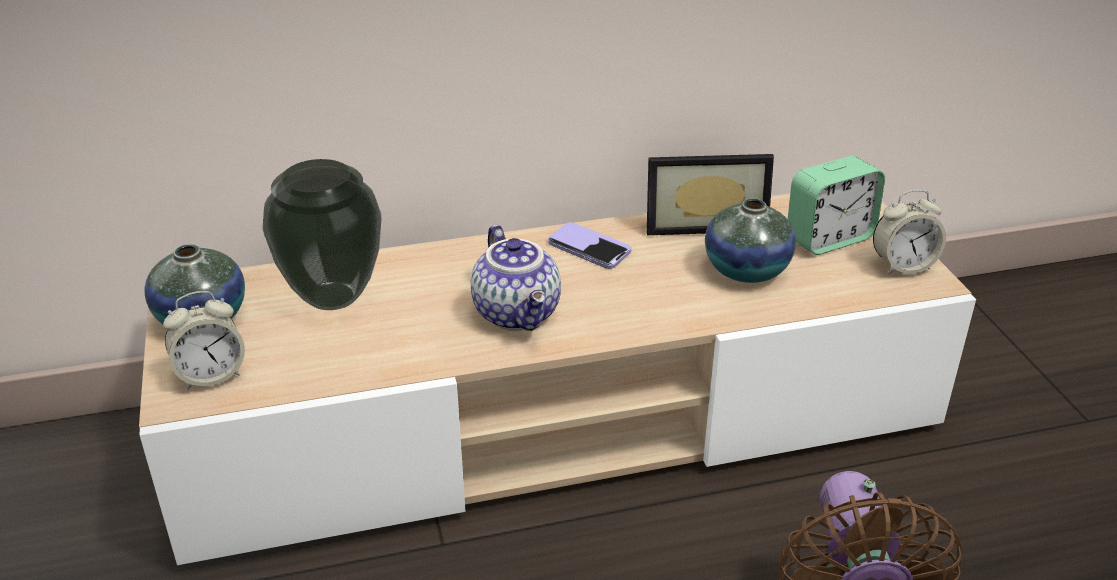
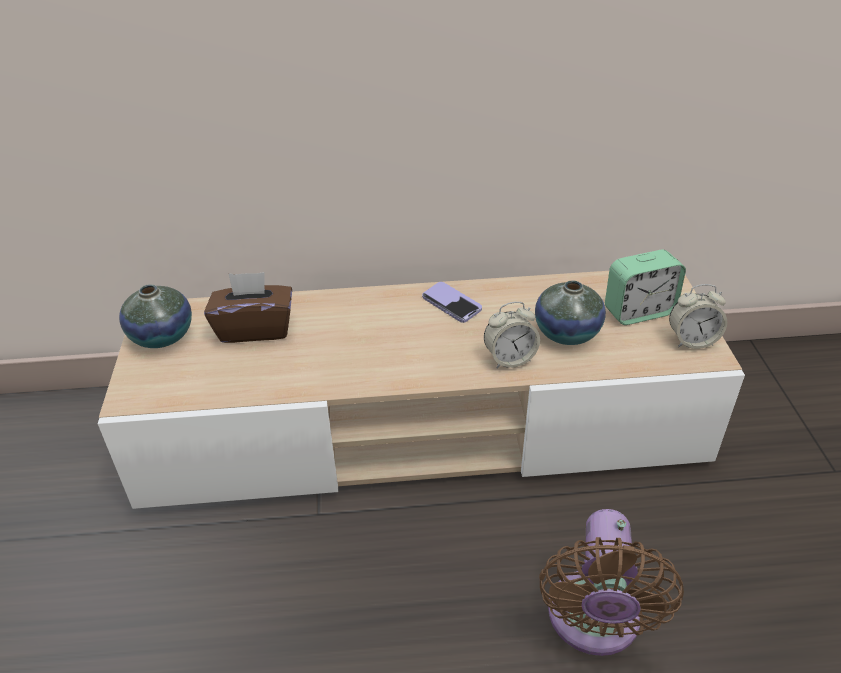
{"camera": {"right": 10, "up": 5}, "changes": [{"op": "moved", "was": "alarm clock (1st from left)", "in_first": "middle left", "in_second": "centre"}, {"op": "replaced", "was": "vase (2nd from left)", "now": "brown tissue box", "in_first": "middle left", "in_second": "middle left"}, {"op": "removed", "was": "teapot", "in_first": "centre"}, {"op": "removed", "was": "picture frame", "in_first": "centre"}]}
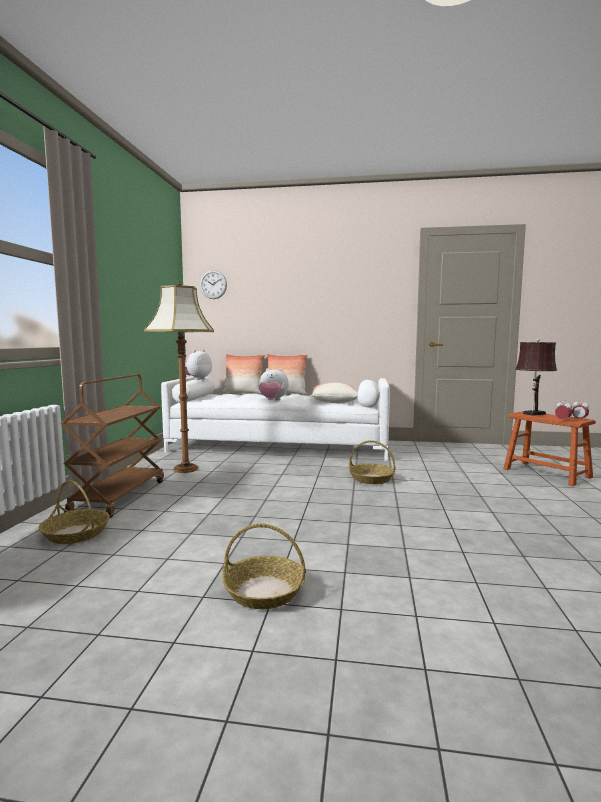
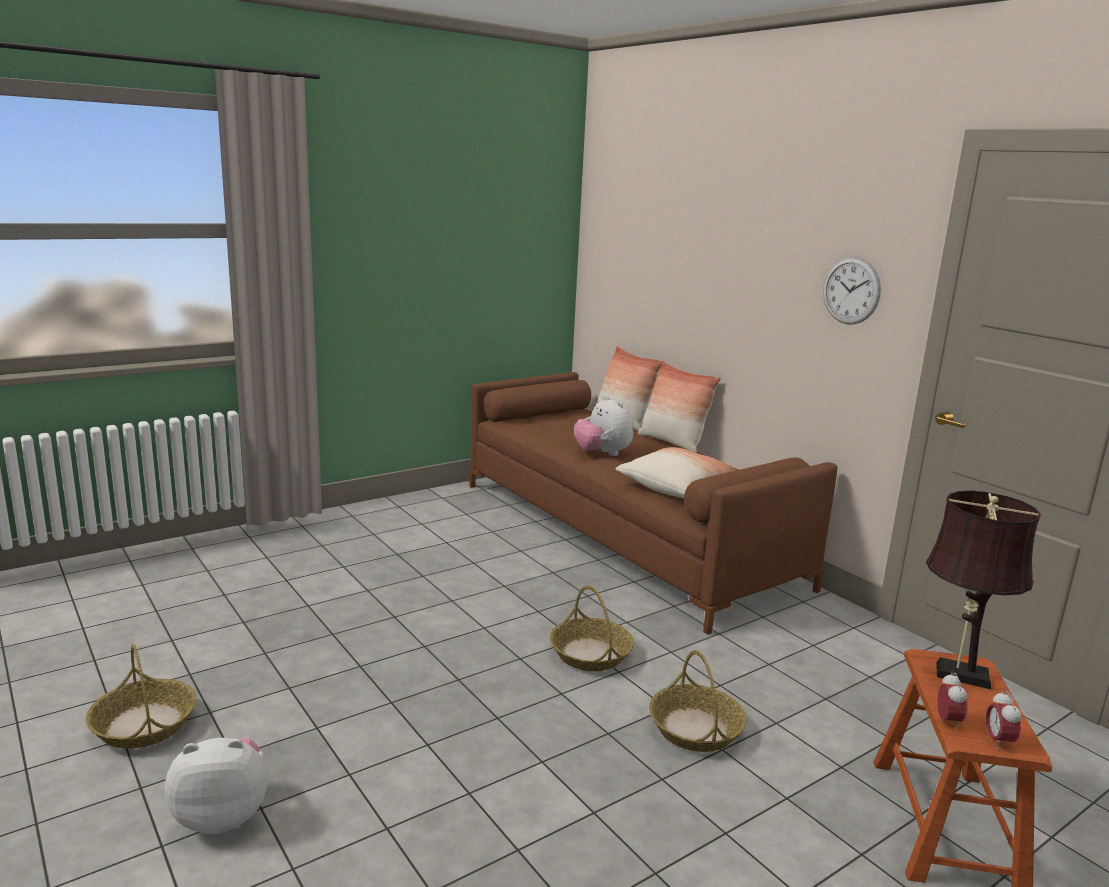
{"camera": {"right": 45, "up": 10}, "changes": [{"op": "moved", "was": "basket (1st from left in the first image)", "now": "basket (3rd from left)", "in_first": "middle left", "in_second": "bottom centre"}, {"op": "removed", "was": "brown cart", "in_first": "middle left"}, {"op": "removed", "was": "floor lamp", "in_first": "middle left"}, {"op": "recoloured", "was": "white sofa", "now": "brown sofa", "in_first": "centre", "in_second": "centre"}, {"op": "moved", "was": "plush toy (1st from left)", "in_first": "middle left", "in_second": "bottom left"}, {"op": "moved", "was": "wall clock", "in_first": "centre", "in_second": "top right"}]}
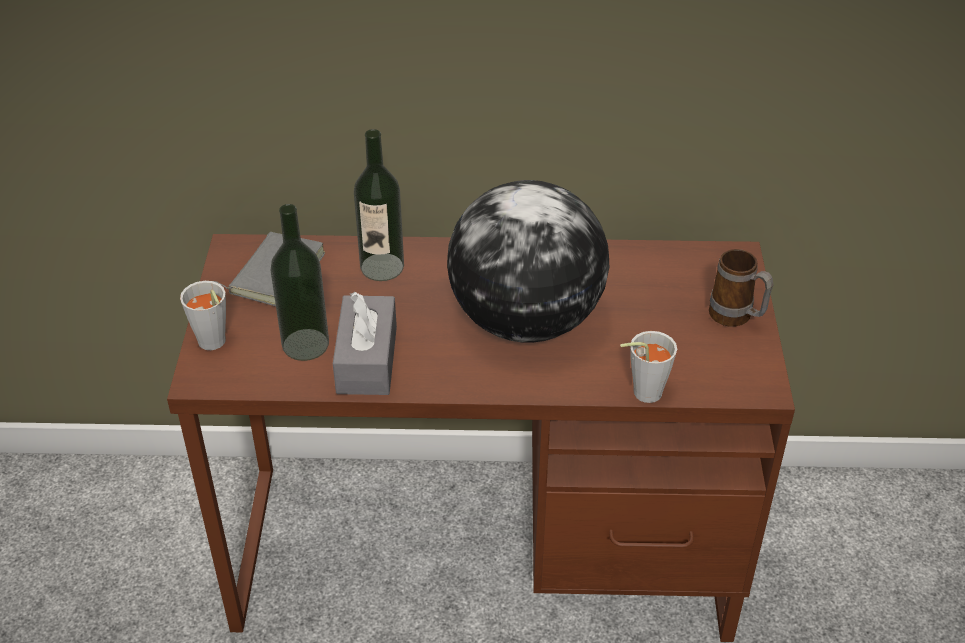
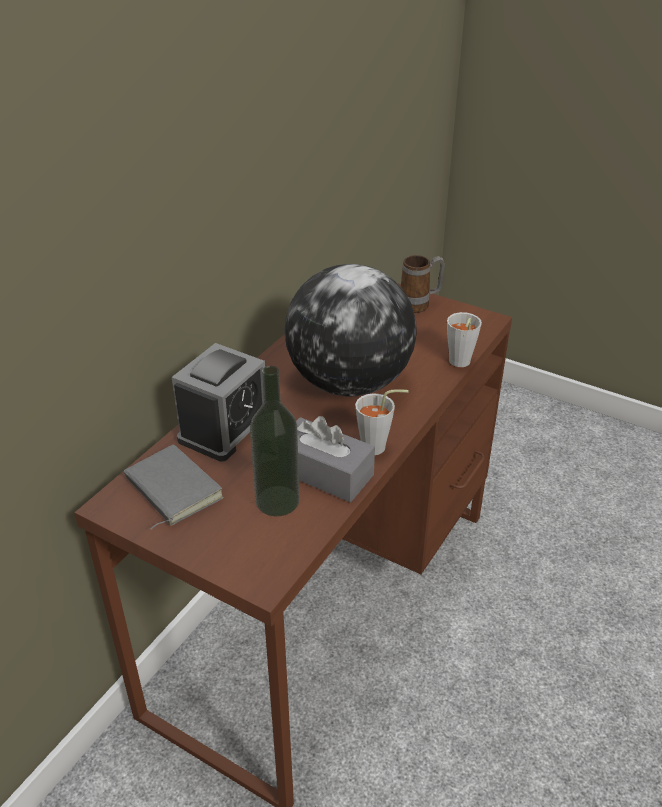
{"camera": {"right": -60, "up": -5}, "changes": [{"op": "moved", "was": "grey cup (1st from left)", "in_first": "middle left", "in_second": "centre"}, {"op": "replaced", "was": "bottle (2nd from left)", "now": "alarm clock", "in_first": "top centre", "in_second": "middle left"}]}
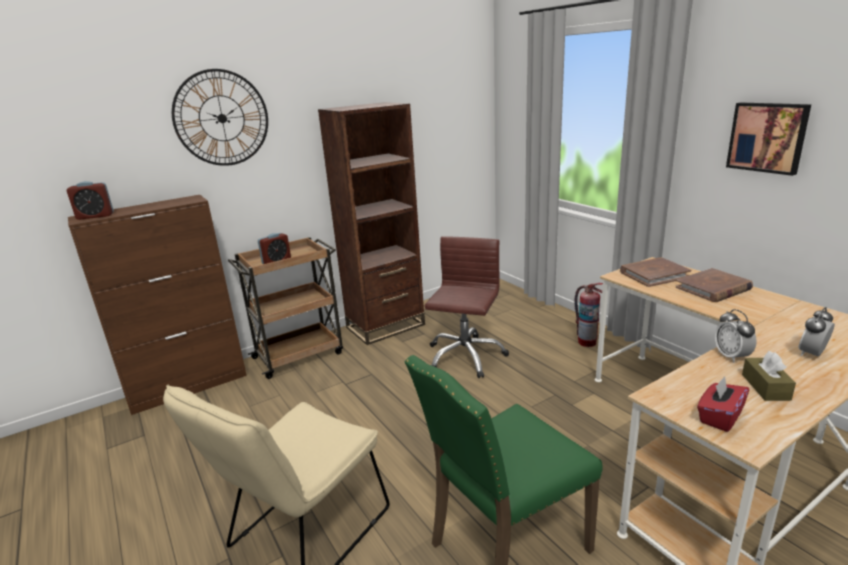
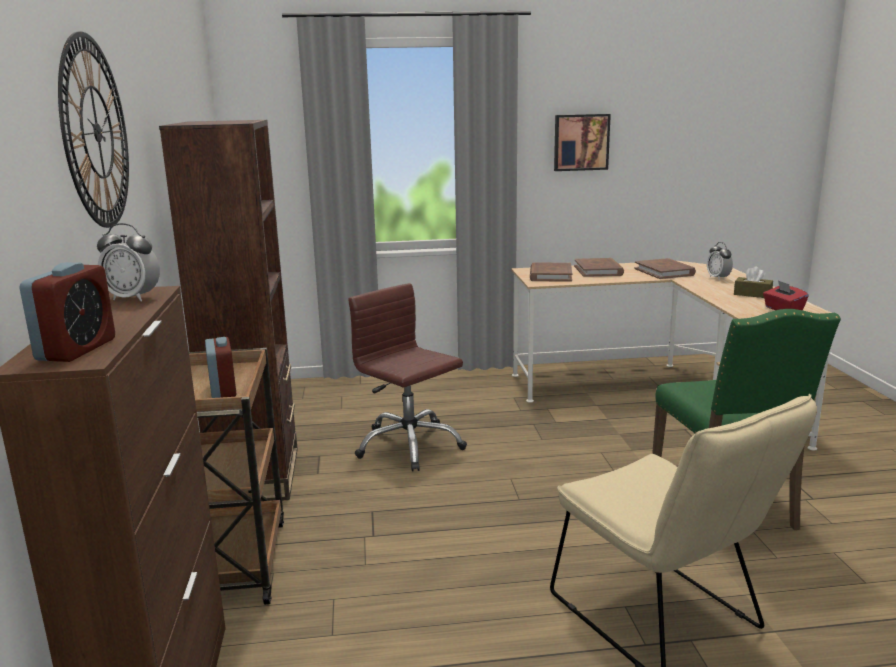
{"camera": {"right": -65, "up": -5}, "changes": [{"op": "removed", "was": "fire extinguisher", "in_first": "middle right"}, {"op": "moved", "was": "alarm clock (3rd from left in the first image)", "now": "alarm clock (2nd from left)", "in_first": "middle right", "in_second": "middle left"}, {"op": "added", "now": "brown book (3rd from left)", "in_second": "middle right"}]}
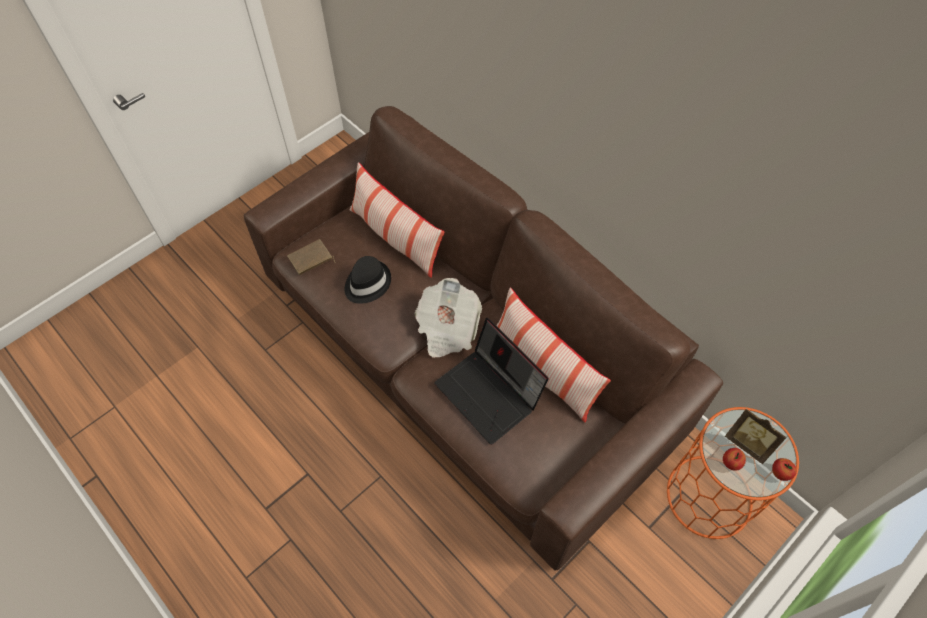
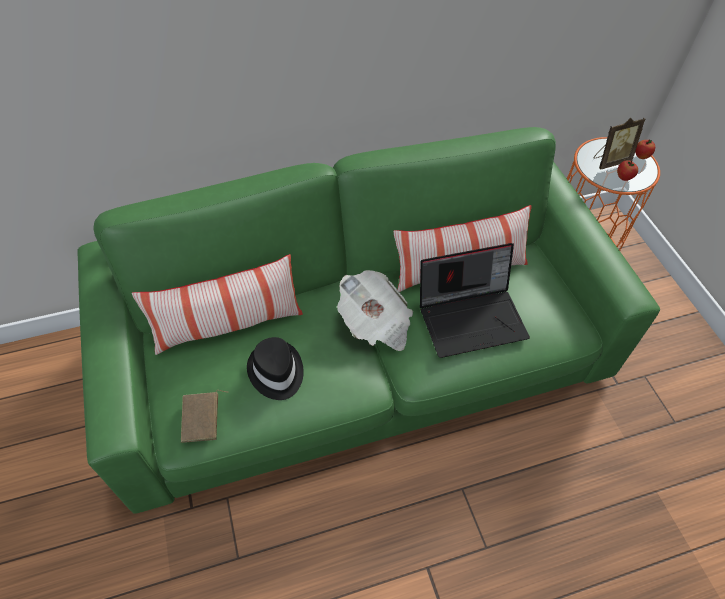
{"camera": {"right": -65, "up": -5}, "changes": [{"op": "recoloured", "was": "brown sofa", "now": "green sofa", "in_first": "centre", "in_second": "centre"}]}
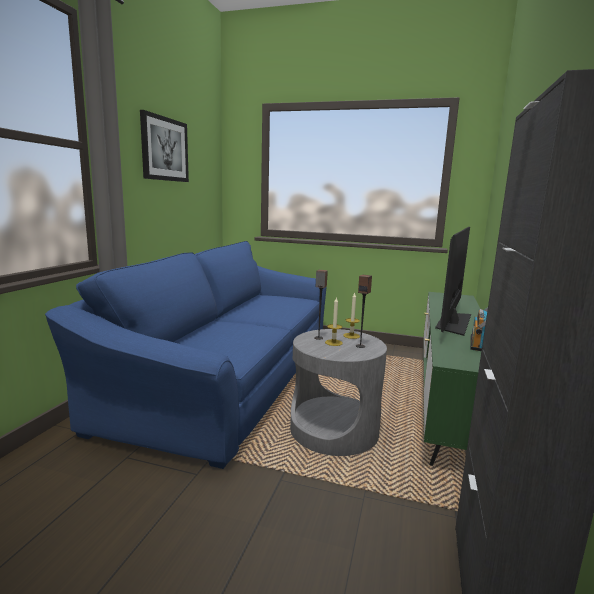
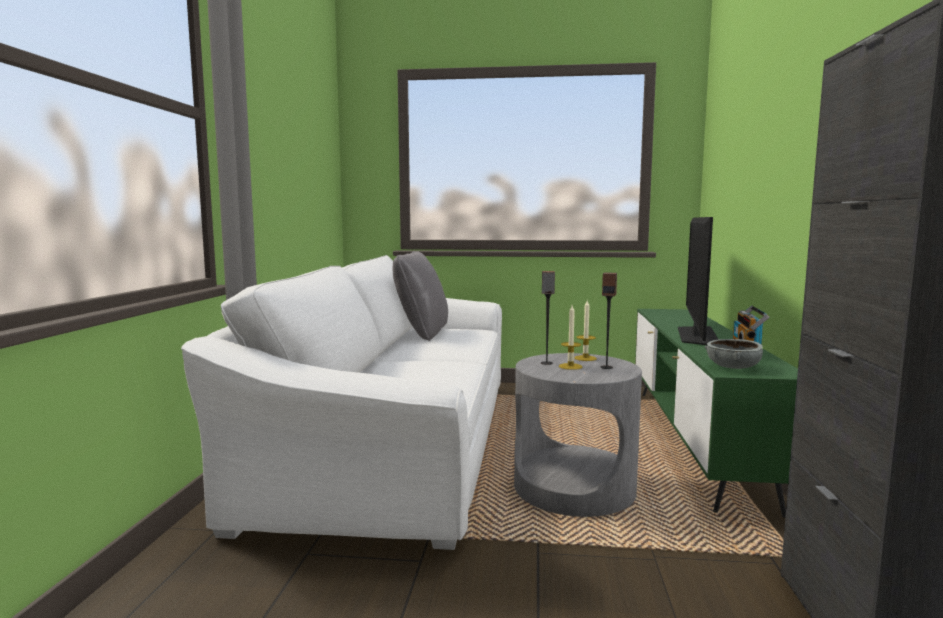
{"camera": {"right": -10, "up": -5}, "changes": [{"op": "recoloured", "was": "blue sofa", "now": "white sofa", "in_first": "middle left", "in_second": "centre"}, {"op": "removed", "was": "picture", "in_first": "top left"}, {"op": "added", "now": "grey pillow", "in_second": "centre"}, {"op": "added", "now": "grey bowl", "in_second": "middle right"}]}
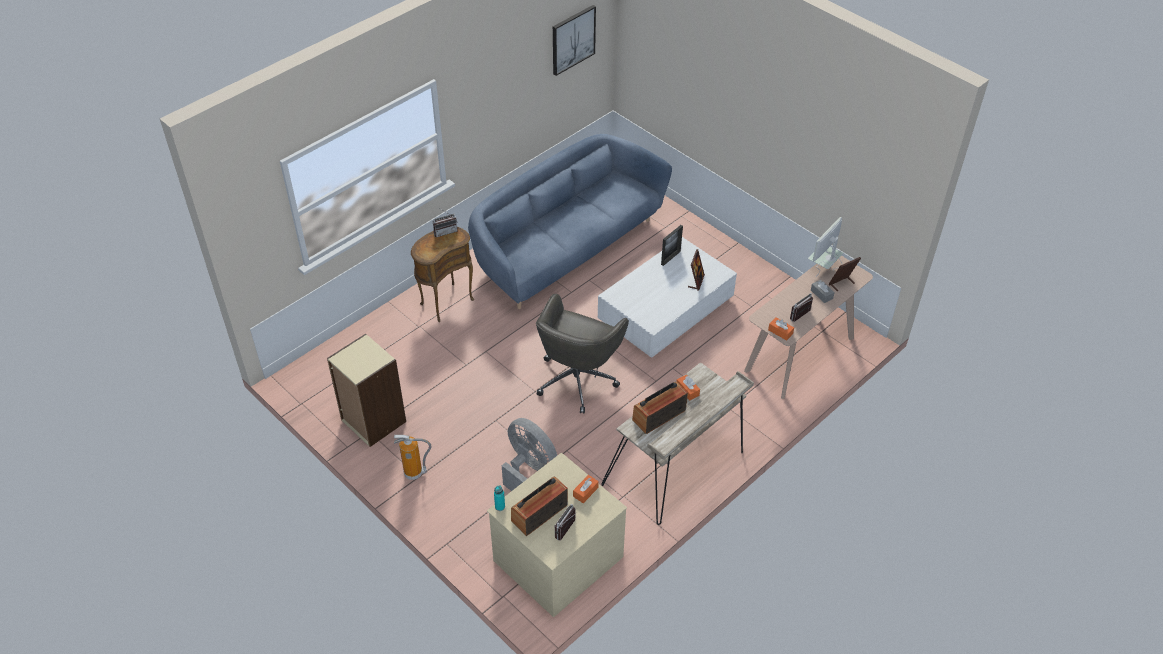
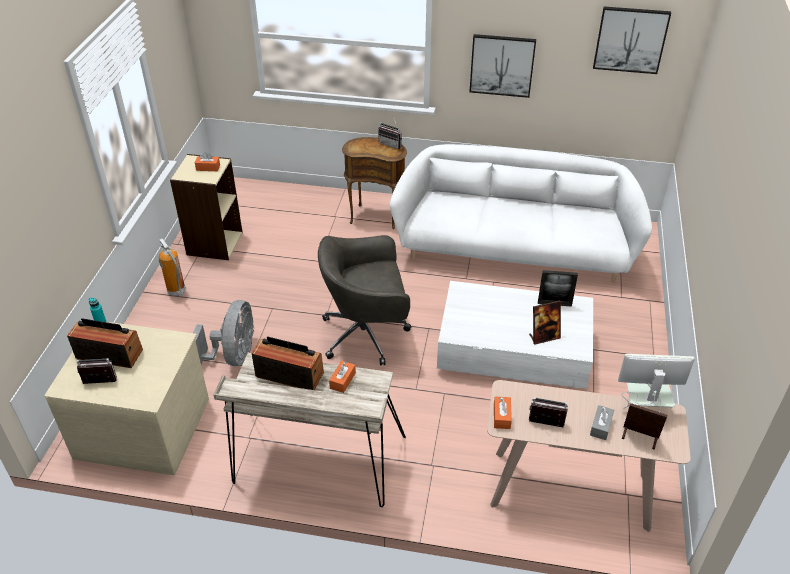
{"camera": {"right": 55, "up": -5}, "changes": [{"op": "recoloured", "was": "blue sofa", "now": "white sofa", "in_first": "centre", "in_second": "centre"}, {"op": "moved", "was": "orange tissue box (1st from left)", "in_first": "bottom centre", "in_second": "top left"}, {"op": "added", "now": "picture (1st from left)", "in_second": "top centre"}]}
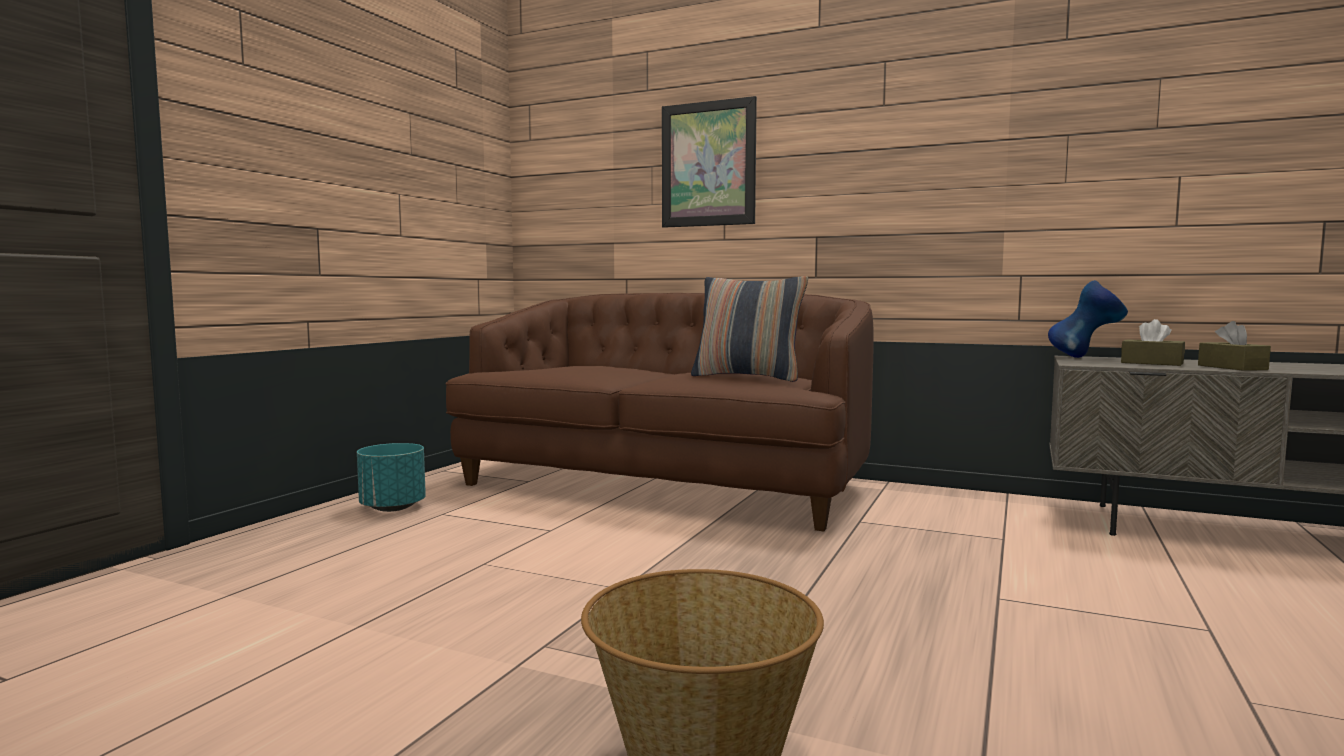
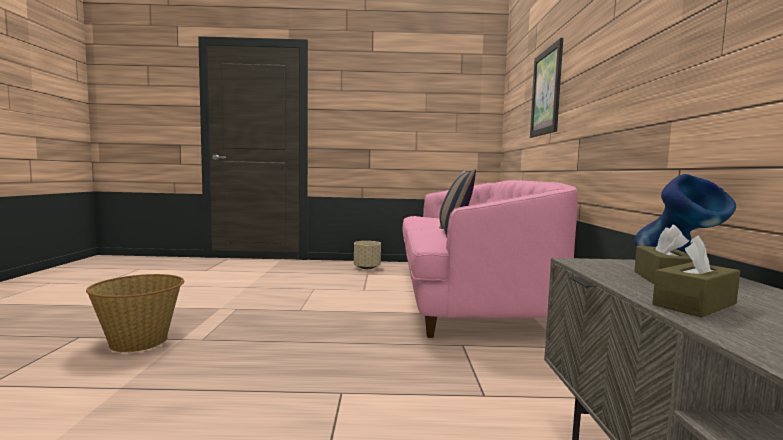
{"camera": {"right": 65, "up": 0}, "changes": [{"op": "recoloured", "was": "turquoise planter", "now": "beige planter", "in_first": "middle left", "in_second": "centre"}, {"op": "recoloured", "was": "brown sofa", "now": "pink sofa", "in_first": "centre", "in_second": "centre"}]}
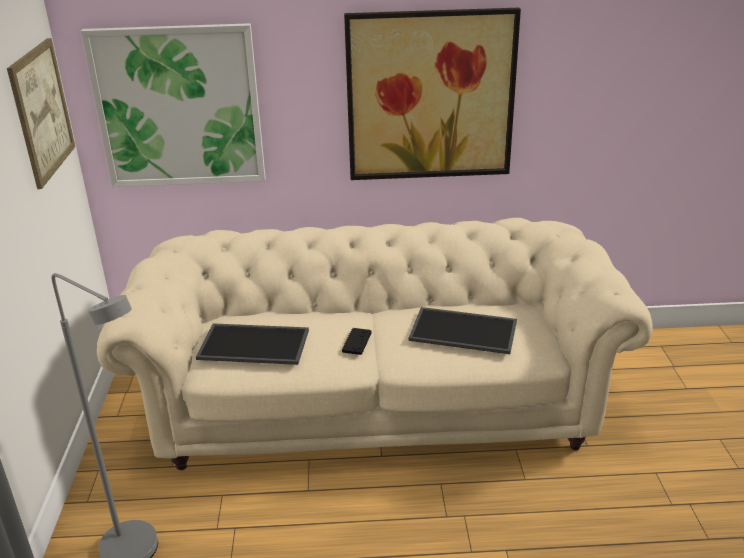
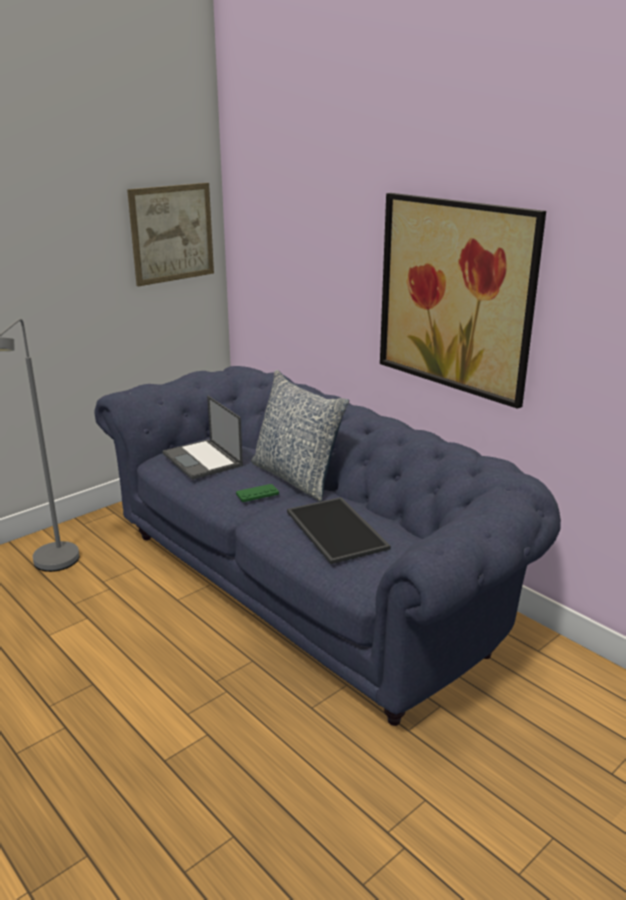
{"camera": {"right": 50, "up": -5}, "changes": [{"op": "removed", "was": "picture (2nd from left)", "in_first": "top left"}, {"op": "recoloured", "was": "beige sofa", "now": "blue sofa", "in_first": "centre", "in_second": "centre"}, {"op": "replaced", "was": "tray (1st from left)", "now": "laptop", "in_first": "centre", "in_second": "middle left"}, {"op": "recoloured", "was": "black game controller", "now": "green game controller", "in_first": "centre", "in_second": "centre"}, {"op": "added", "now": "pillow", "in_second": "centre"}]}
